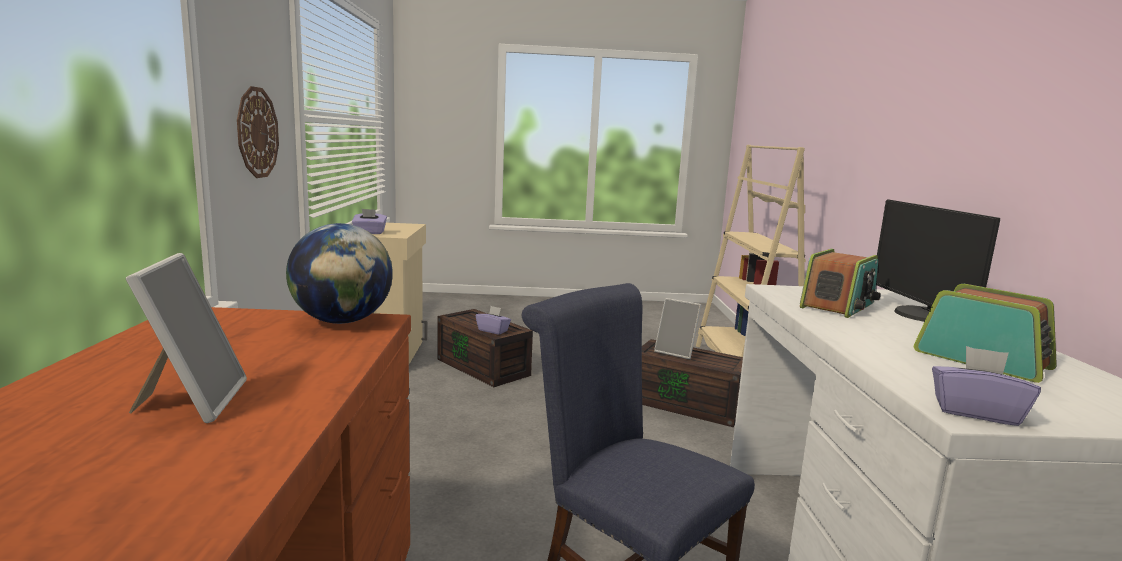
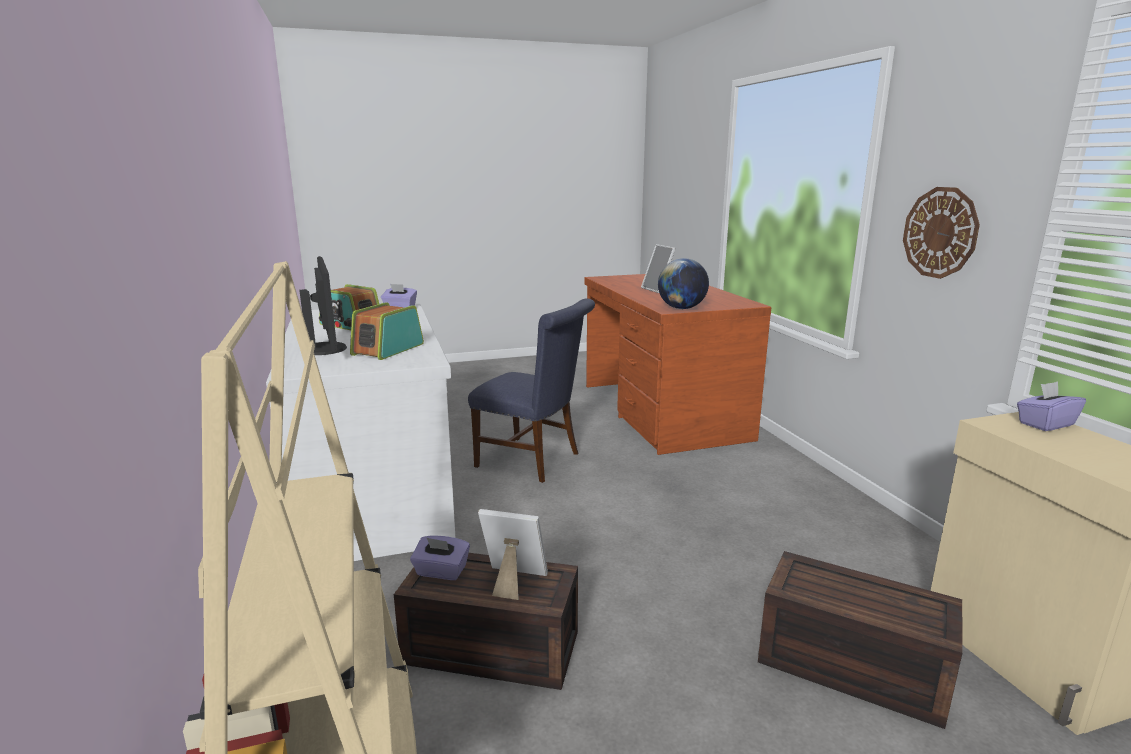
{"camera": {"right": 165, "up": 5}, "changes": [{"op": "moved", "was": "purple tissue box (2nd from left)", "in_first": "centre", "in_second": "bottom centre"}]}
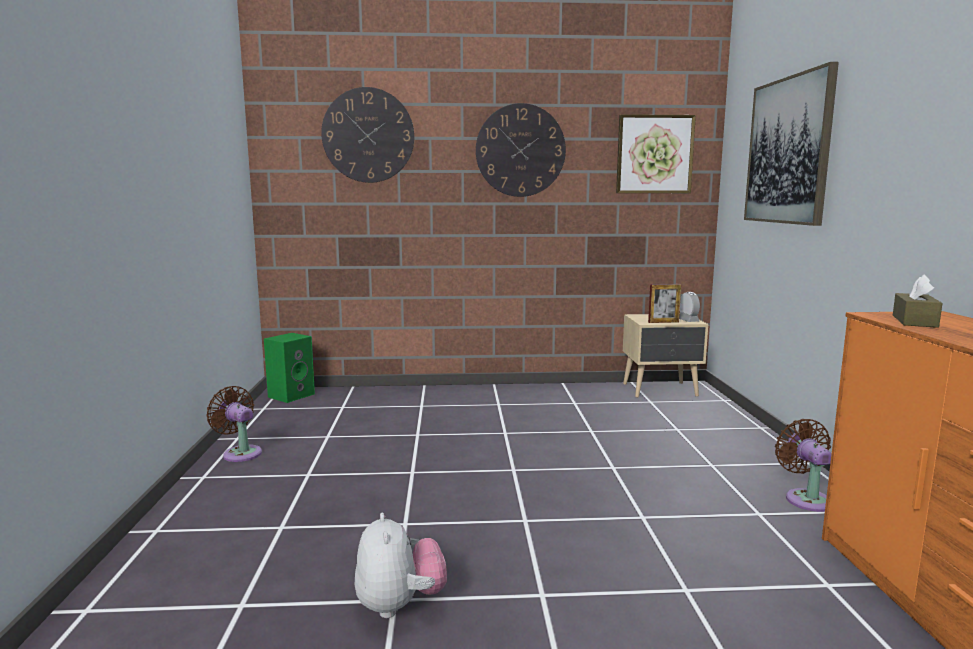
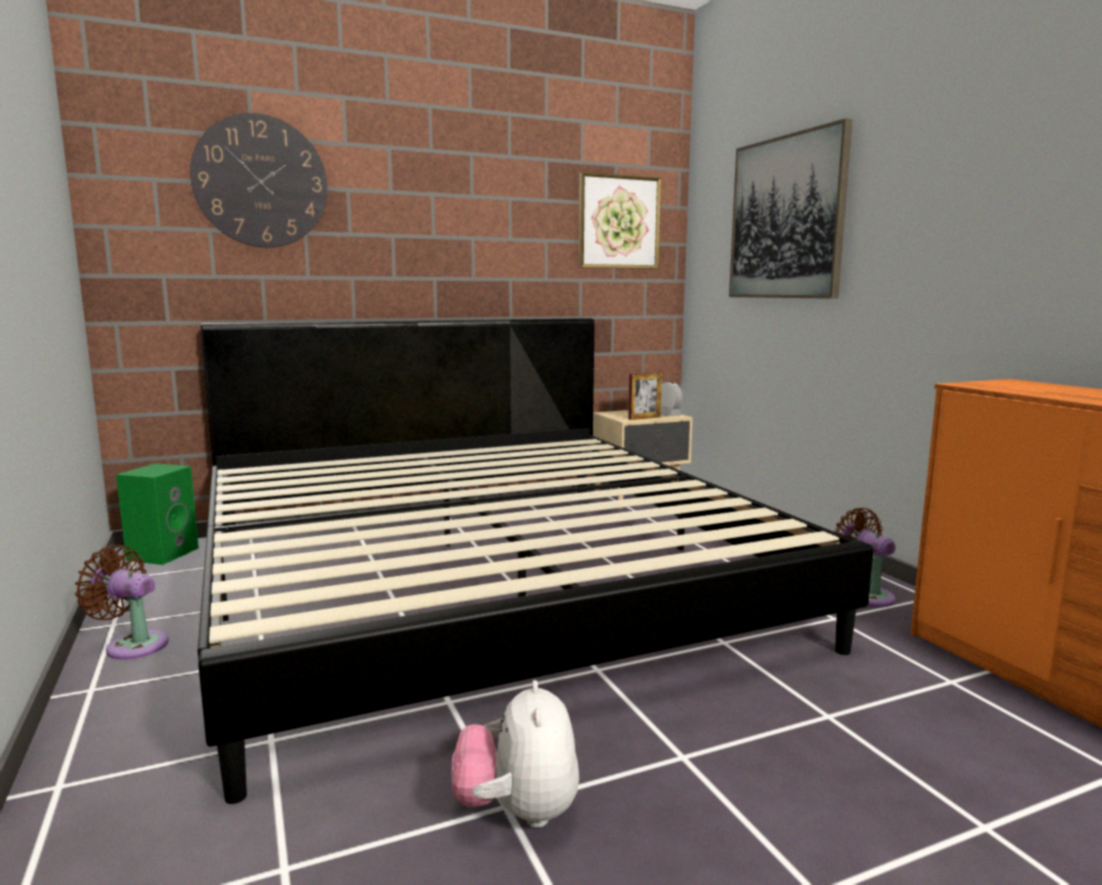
{"camera": {"right": -20, "up": 0}, "changes": [{"op": "turned", "was": "plush toy", "in_first": "bottom centre", "in_second": "bottom centre", "clockwise": -150}, {"op": "removed", "was": "wall clock (2nd from left)", "in_first": "top centre"}, {"op": "removed", "was": "brown tissue box", "in_first": "middle right"}, {"op": "added", "now": "bed", "in_second": "centre"}]}
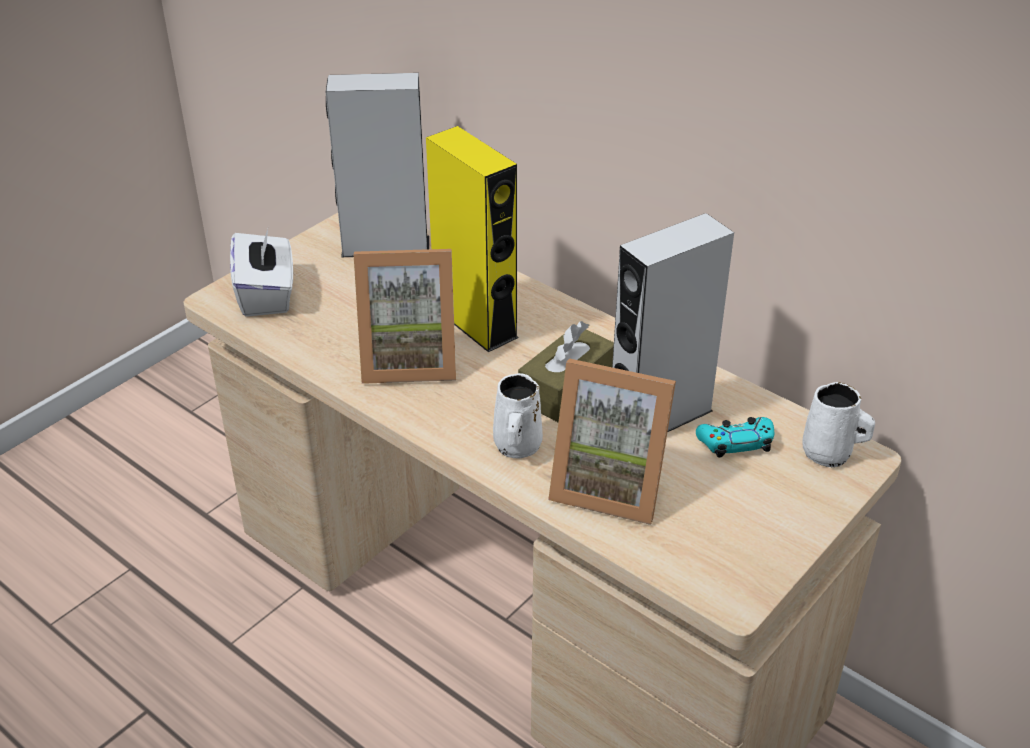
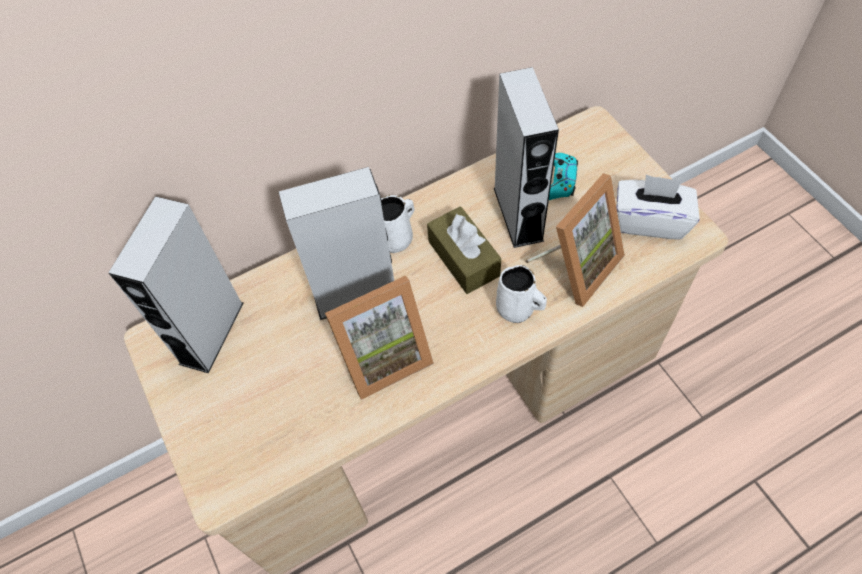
{"camera": {"right": -65, "up": 20}, "changes": [{"op": "moved", "was": "white tissue box", "in_first": "middle left", "in_second": "middle right"}, {"op": "turned", "was": "picture frame (1st from left)", "in_first": "centre", "in_second": "centre", "clockwise": 45}, {"op": "recoloured", "was": "yellow speaker", "now": "grey speaker (2nd from left)", "in_first": "top centre", "in_second": "centre"}, {"op": "moved", "was": "white mug (2nd from left in the first image)", "now": "white mug (1st from left)", "in_first": "middle right", "in_second": "centre"}]}
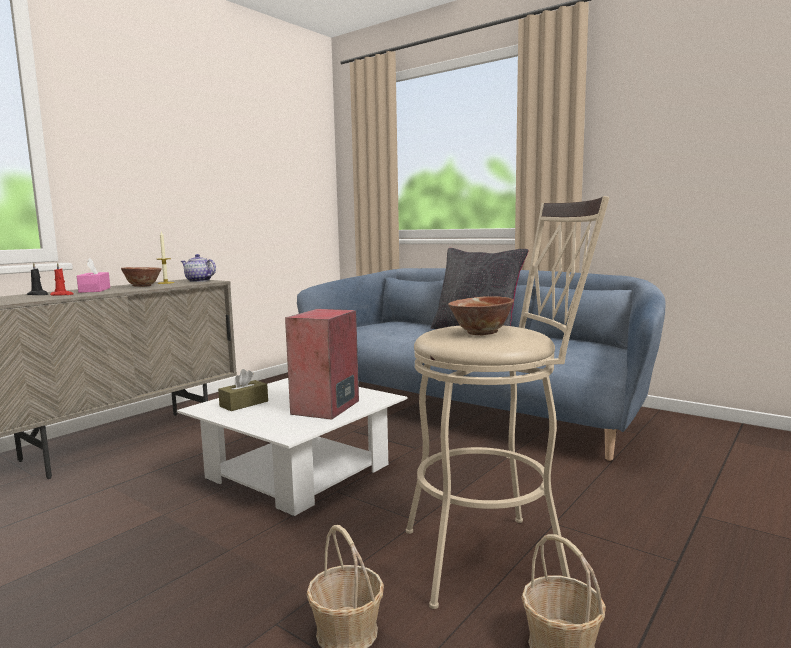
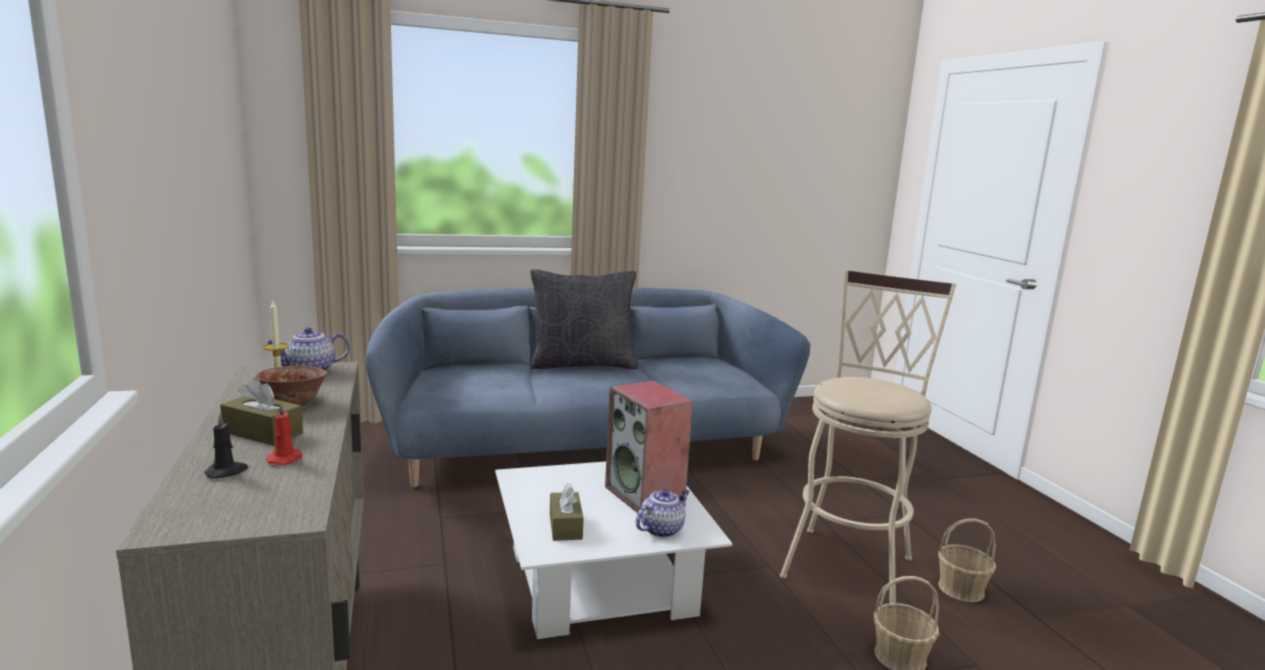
{"camera": {"right": -55, "up": 5}, "changes": [{"op": "recoloured", "was": "pink tissue box", "now": "brown tissue box (1st from left)", "in_first": "middle left", "in_second": "middle left"}, {"op": "removed", "was": "bowl (2nd from left)", "in_first": "centre"}, {"op": "added", "now": "teapot (2nd from left)", "in_second": "bottom centre"}]}
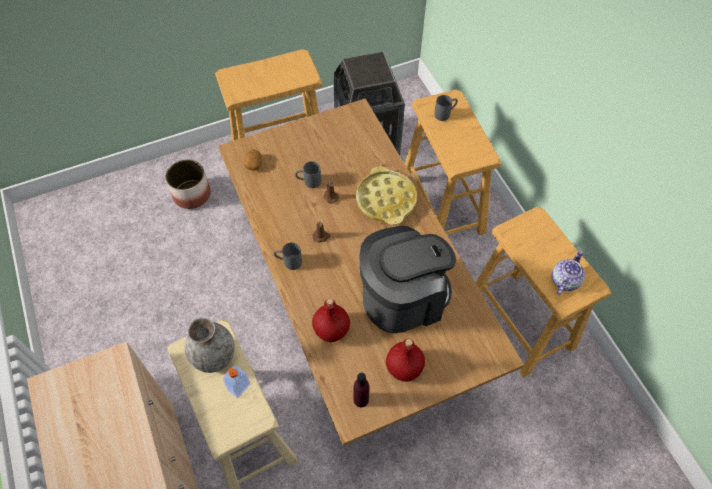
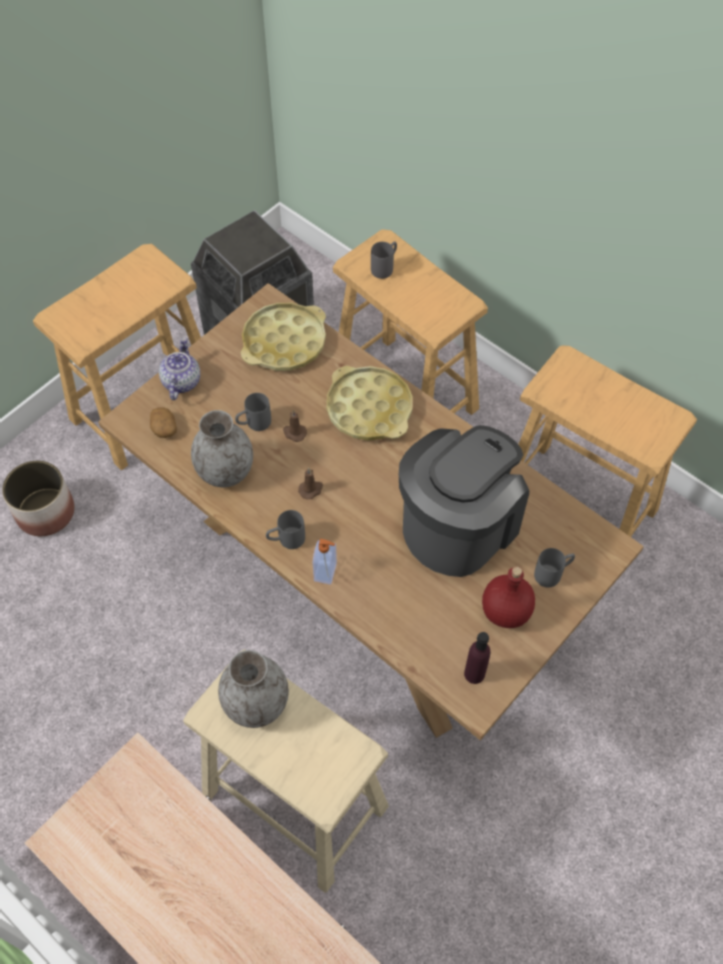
{"camera": {"right": -25, "up": 0}, "changes": [{"op": "moved", "was": "soap dispenser", "in_first": "bottom left", "in_second": "centre"}, {"op": "removed", "was": "red bottle (1st from left)", "in_first": "centre"}, {"op": "moved", "was": "teapot", "in_first": "middle right", "in_second": "middle left"}, {"op": "added", "now": "grey vase (1st from left)", "in_second": "middle left"}, {"op": "added", "now": "yellow tray (1st from left)", "in_second": "centre"}, {"op": "added", "now": "grey mug (4th from left)", "in_second": "middle right"}]}
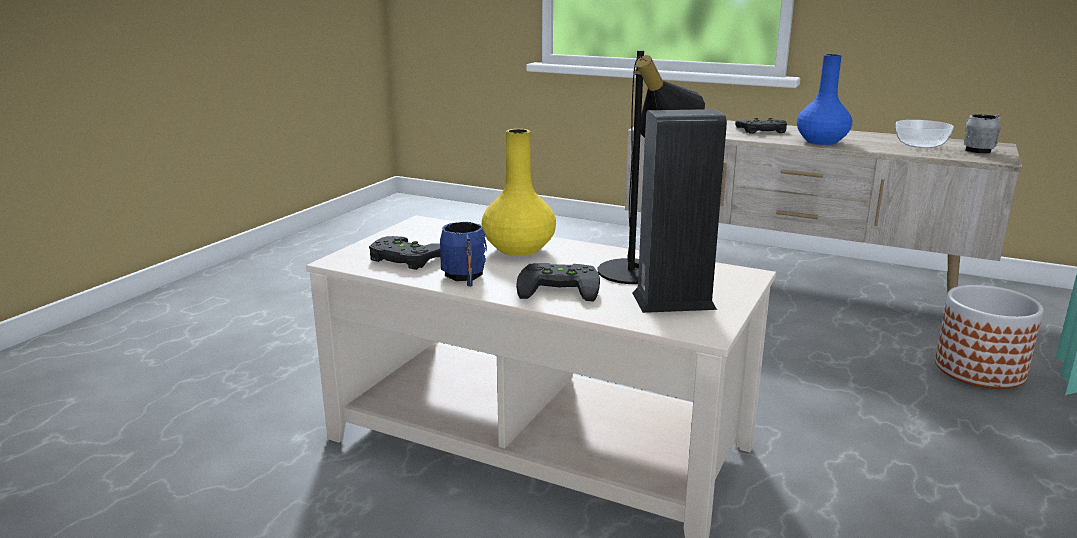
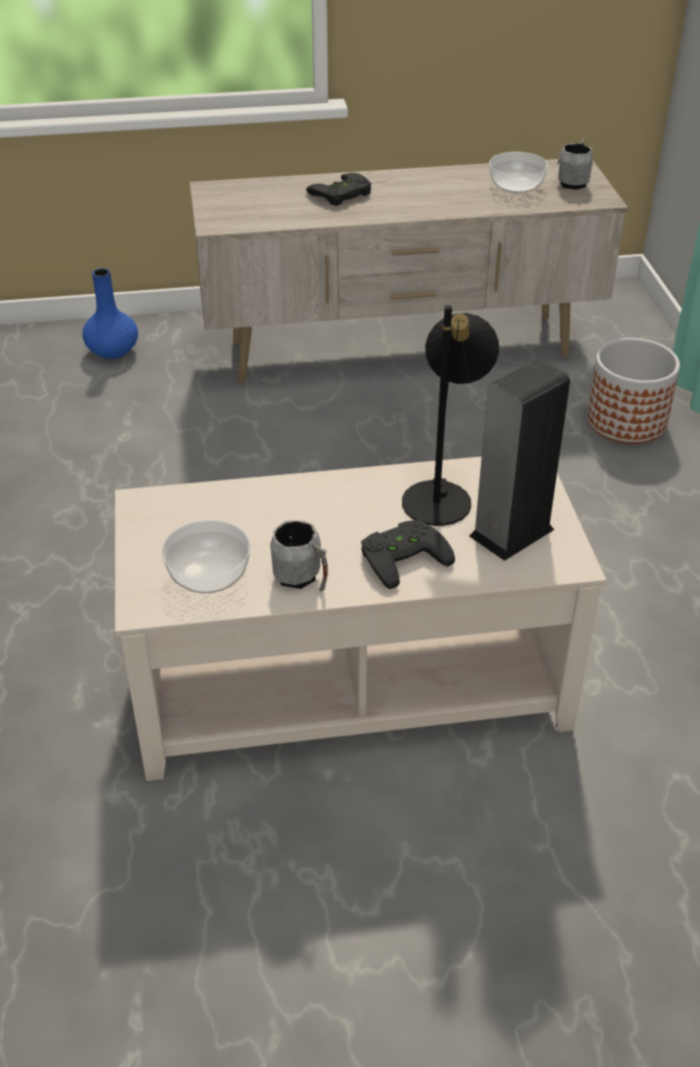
{"camera": {"right": -35, "up": 20}, "changes": [{"op": "replaced", "was": "black game controller (1st from left)", "now": "bowl (1st from left)", "in_first": "centre", "in_second": "middle left"}, {"op": "recoloured", "was": "blue mug", "now": "grey mug (1st from left)", "in_first": "centre", "in_second": "centre"}, {"op": "removed", "was": "yellow vase", "in_first": "centre"}, {"op": "moved", "was": "blue vase", "in_first": "top right", "in_second": "top left"}]}
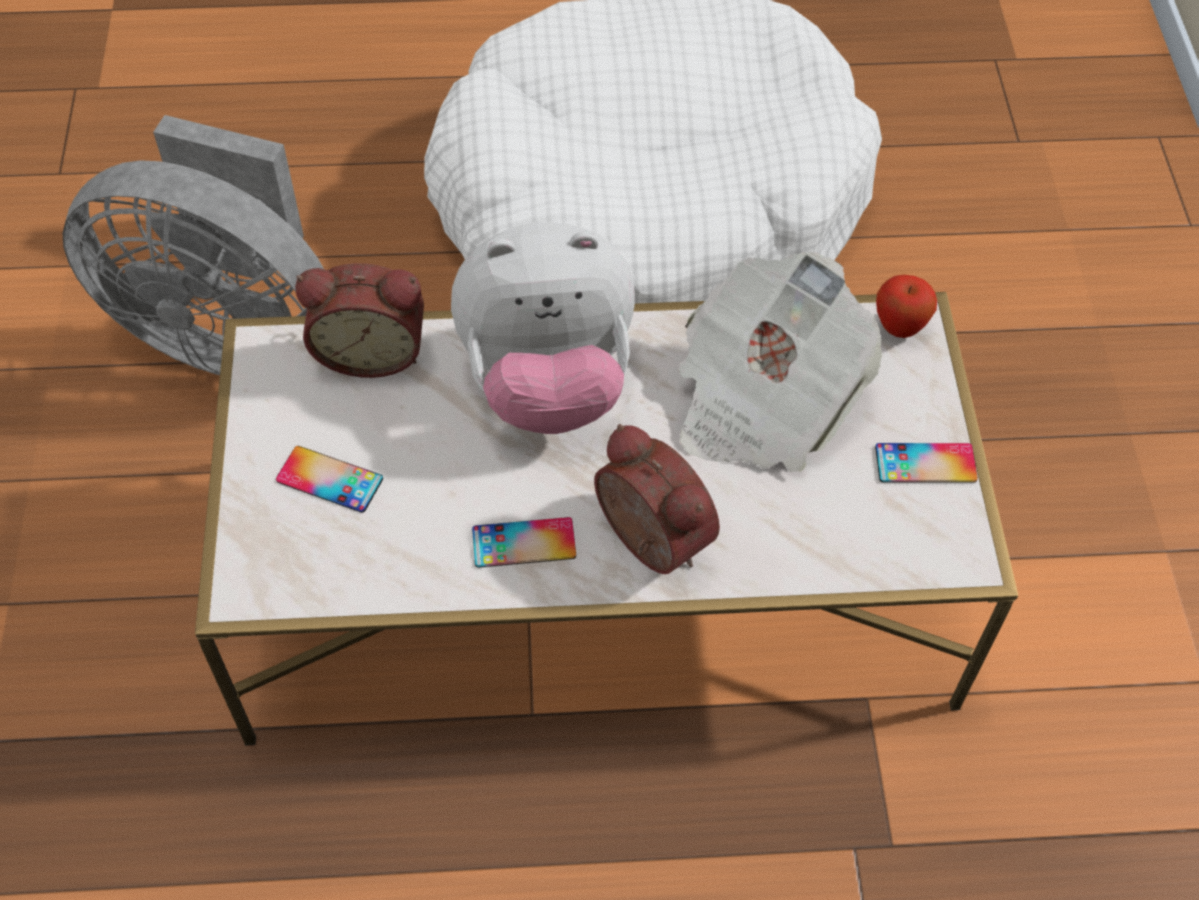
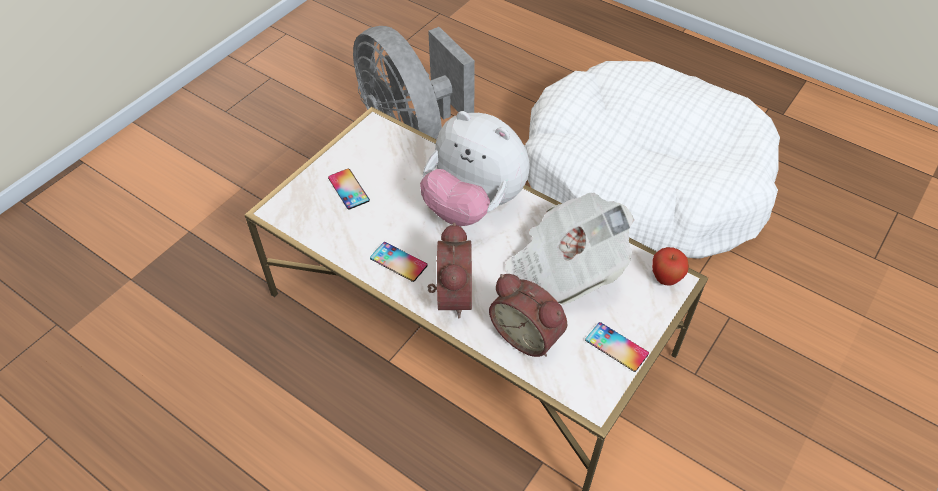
{"camera": {"right": 40, "up": -5}, "changes": [{"op": "moved", "was": "alarm clock (1st from left in the first image)", "now": "alarm clock (2nd from left)", "in_first": "middle left", "in_second": "centre"}]}
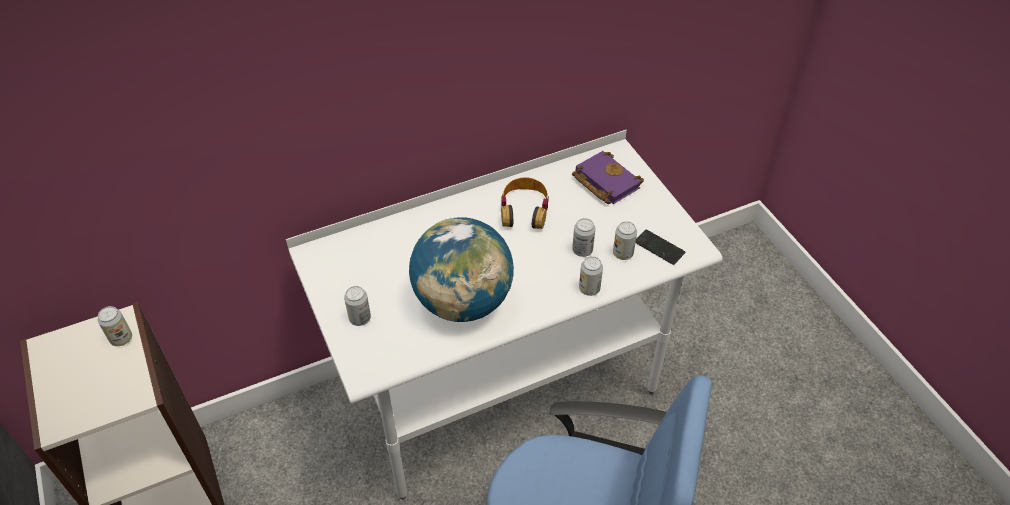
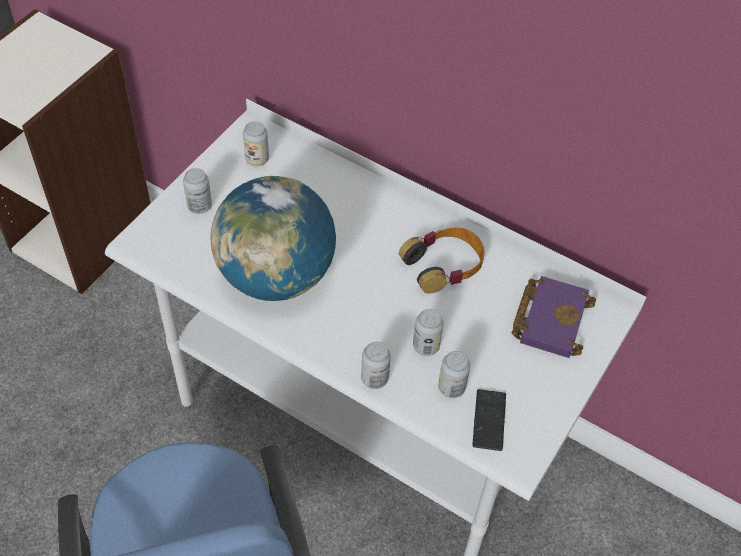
{"camera": {"right": 55, "up": 5}, "changes": [{"op": "moved", "was": "can (1st from left in the first image)", "now": "can (2nd from left)", "in_first": "middle left", "in_second": "top centre"}]}
